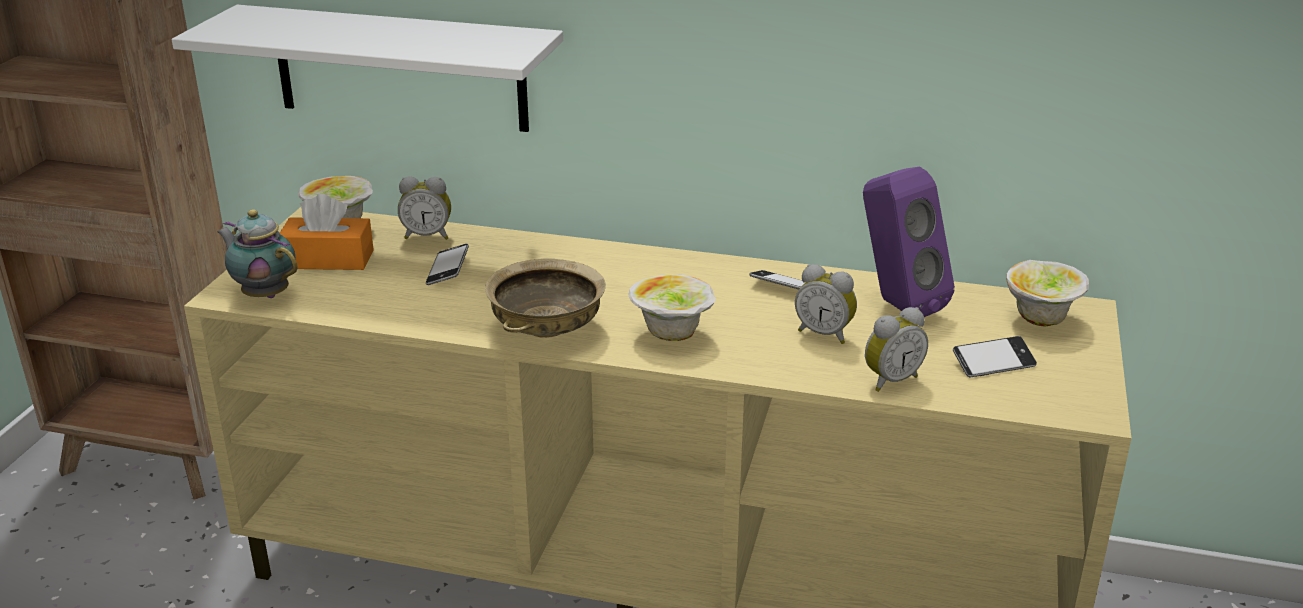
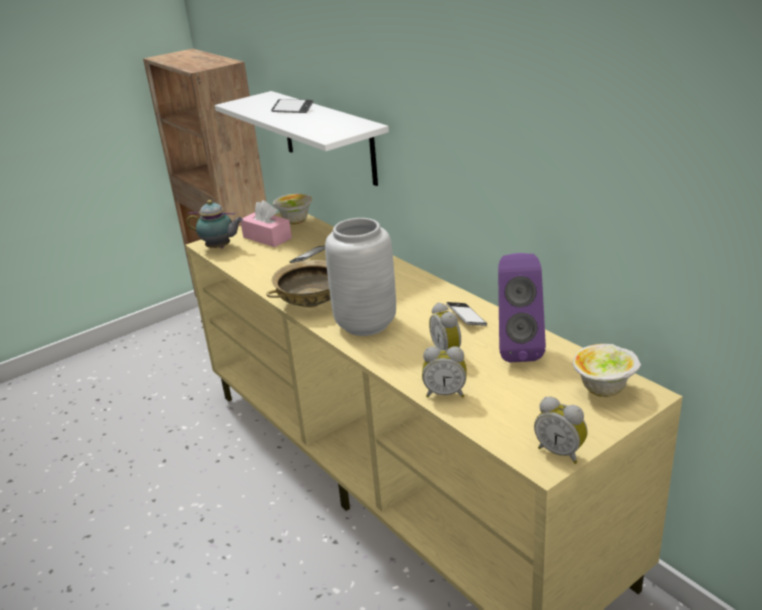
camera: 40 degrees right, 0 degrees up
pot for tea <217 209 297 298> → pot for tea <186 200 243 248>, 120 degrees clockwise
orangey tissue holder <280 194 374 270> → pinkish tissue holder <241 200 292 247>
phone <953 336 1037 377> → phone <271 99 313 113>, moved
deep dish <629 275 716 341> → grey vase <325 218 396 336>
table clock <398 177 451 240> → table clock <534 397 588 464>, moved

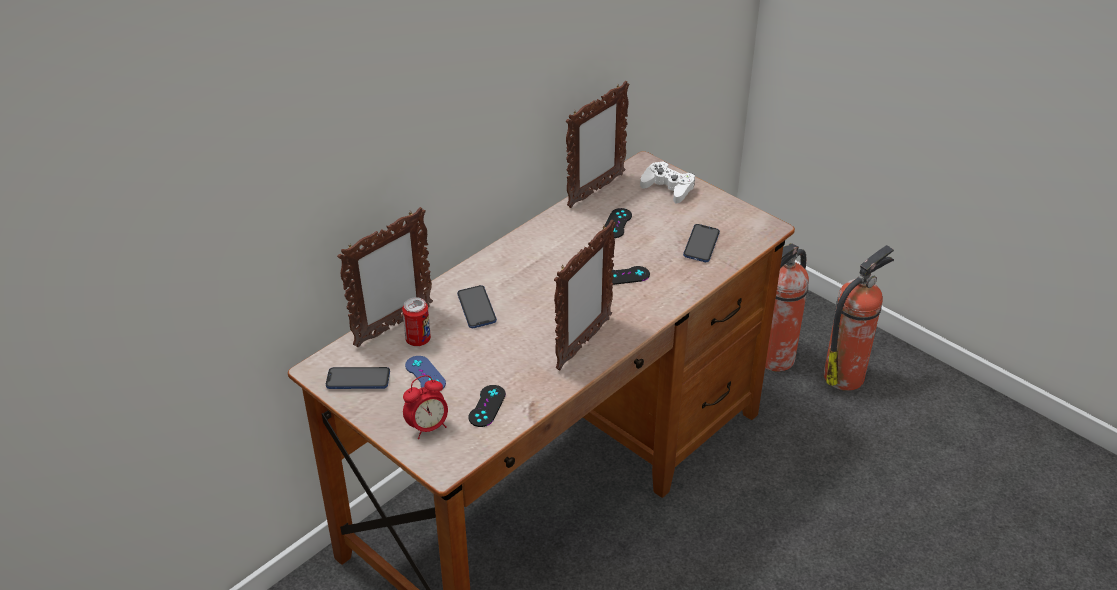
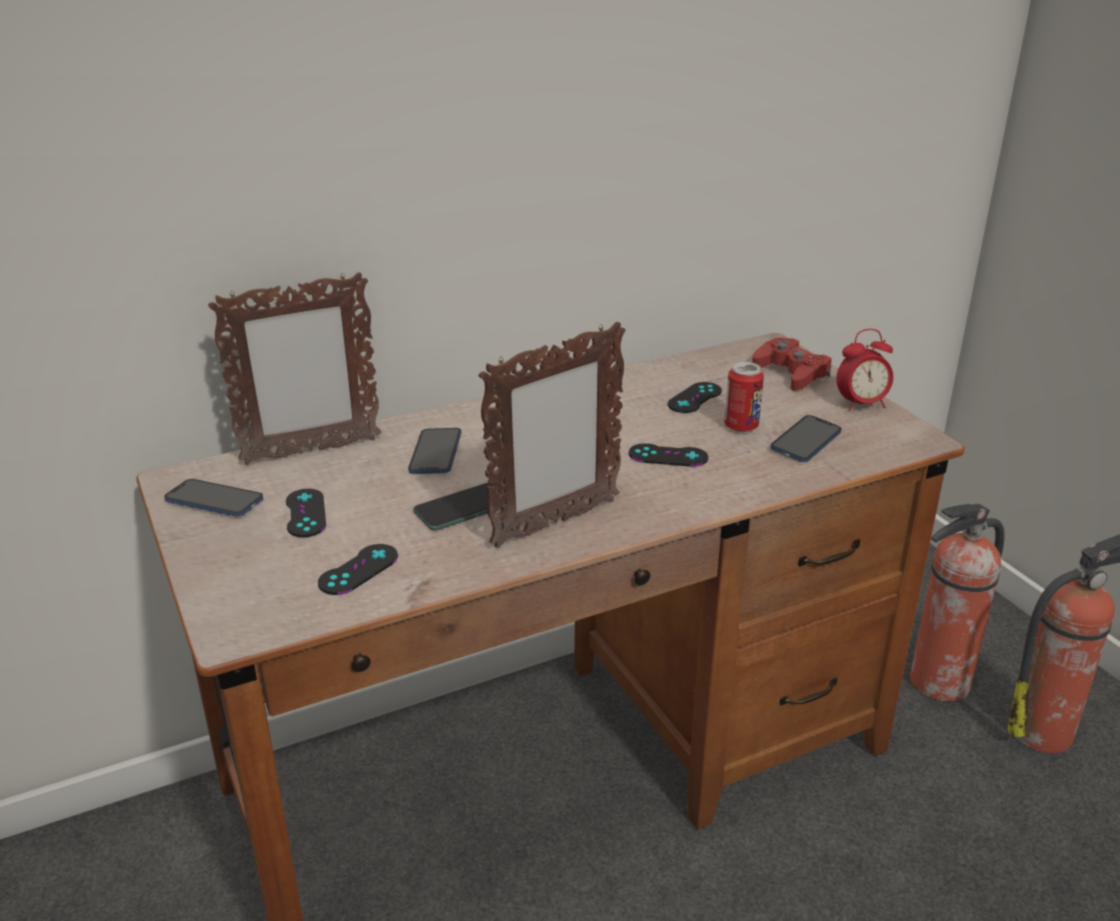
camera: 20 degrees right, 10 degrees down
bluish joypad <405 356 446 389> → black joypad <286 489 326 537>
- → phone <413 482 503 531>
sealed can <402 297 431 346> → sealed can <724 362 764 432>, moved
whitish joypad <640 161 695 203> → red-coloured joypad <752 337 832 391>
table clock <403 375 448 439> → table clock <836 329 893 411>, moved
photo frame <566 81 629 208> → -

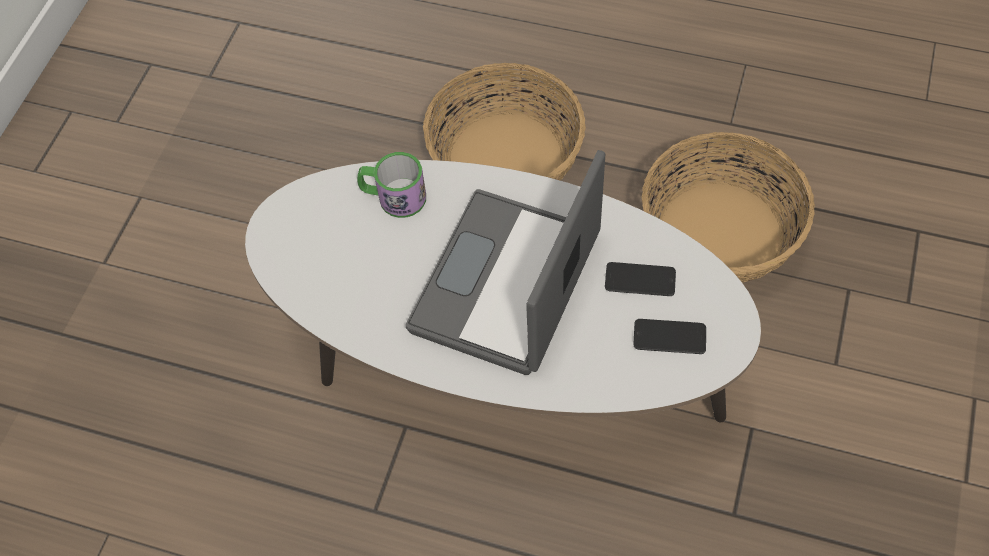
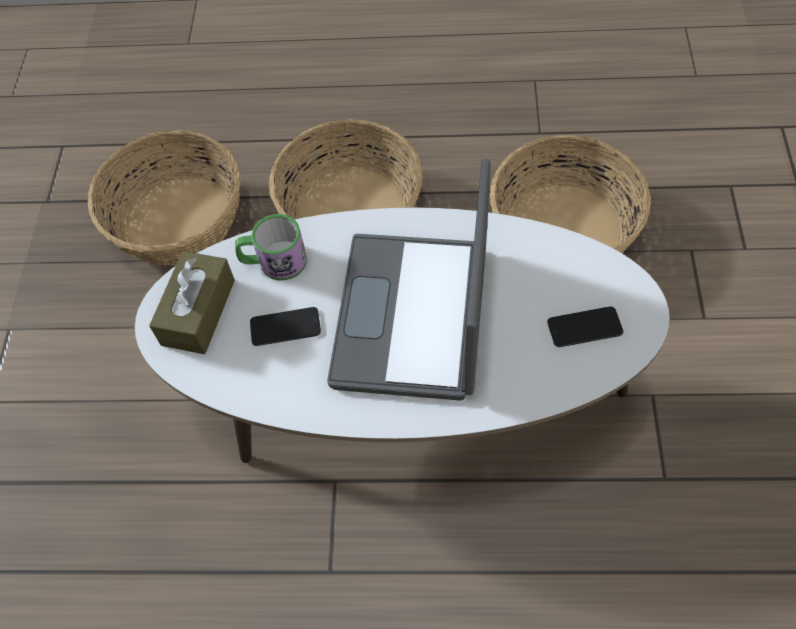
camera: 15 degrees left, 0 degrees up
- → basket <88 130 241 265>
- → brown tissue holder <149 251 235 354>
phone <605 262 676 296> → phone <250 307 321 346>, moved

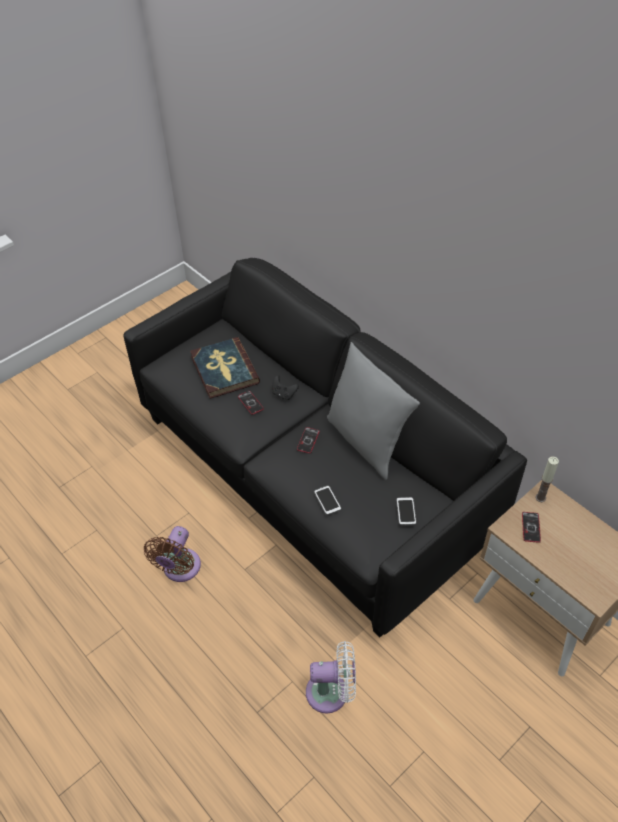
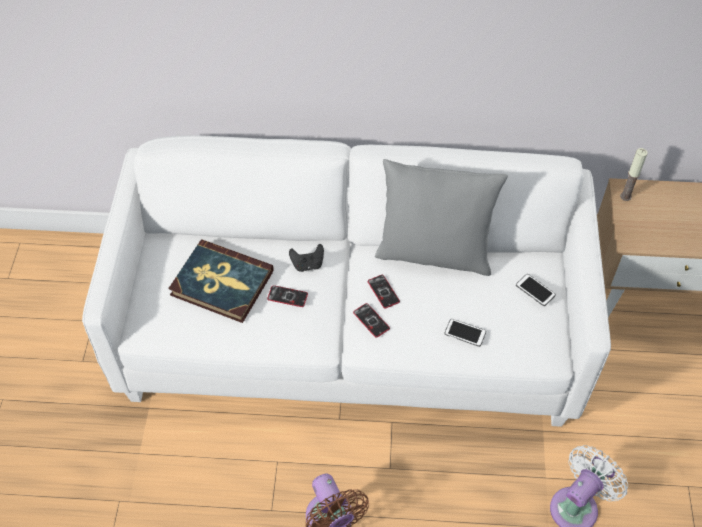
camera: 45 degrees left, 5 degrees up
black sofa <123 258 527 637> → whitish sofa <82 135 611 427>
phone <522 512 541 543> → phone <353 303 390 338>, moved

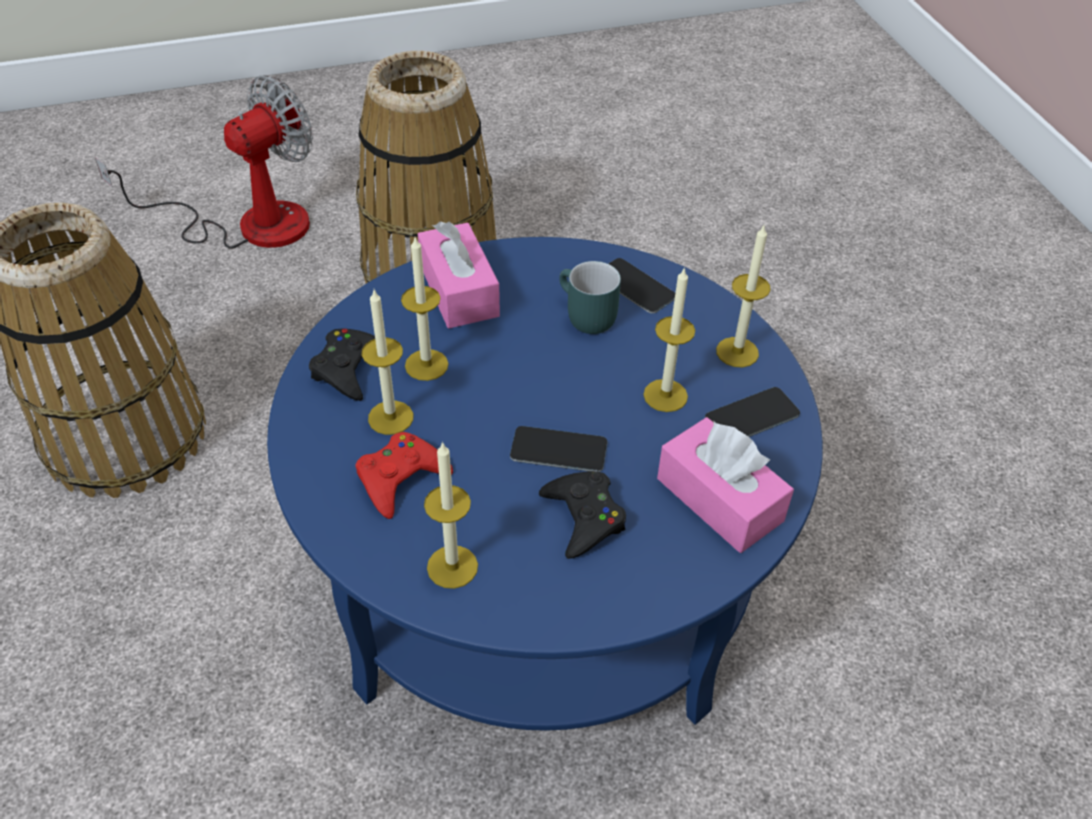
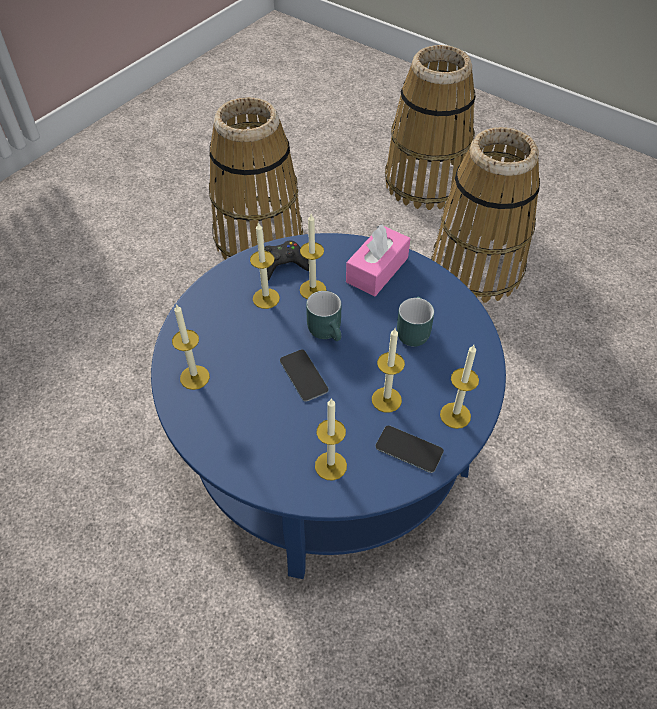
camera: 55 degrees right, 5 degrees up
- → turquoise-coloured coffee mug <306 291 341 341>
pinkish tissue holder <657 417 794 553> → candle <315 398 347 480>
cooling fan <95 75 313 249> → basket <385 45 476 210>
red-coloured joypad <355 432 453 519> → -
black joypad <539 471 626 559> → -
phone <609 258 675 314> → -

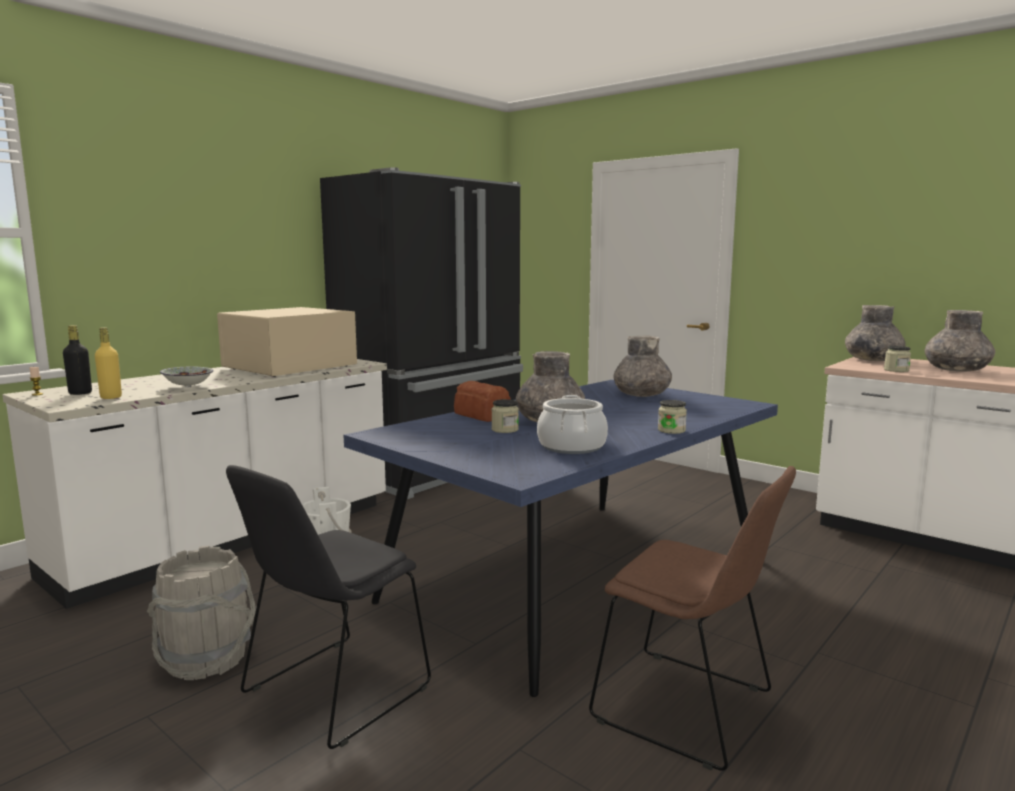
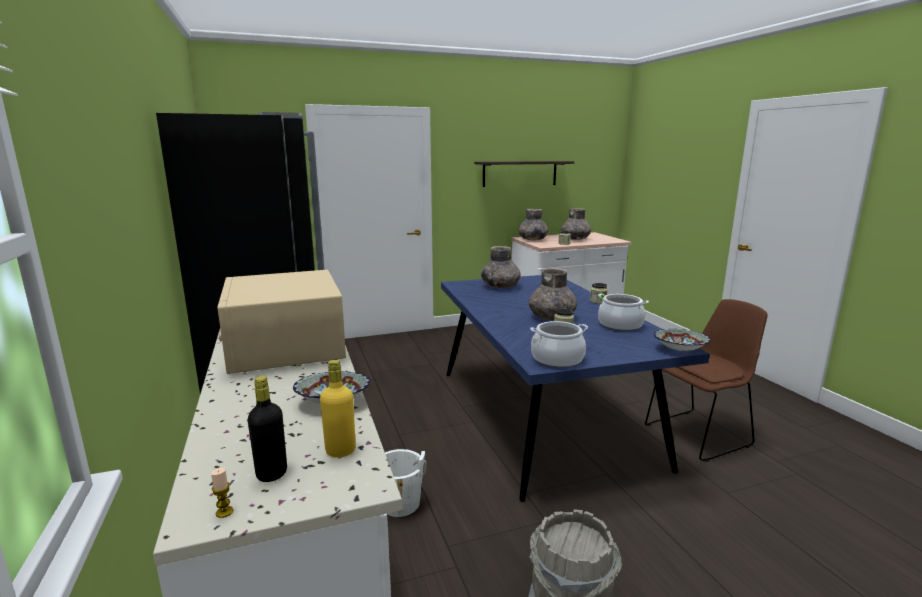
camera: 60 degrees left, 5 degrees up
- → bracket shelf <474 161 574 187>
- → stockpot <530 321 588 368>
- → deep dish <654 329 711 351>
black upright chair <226 465 431 749> → -
bread <454 381 511 422> → -

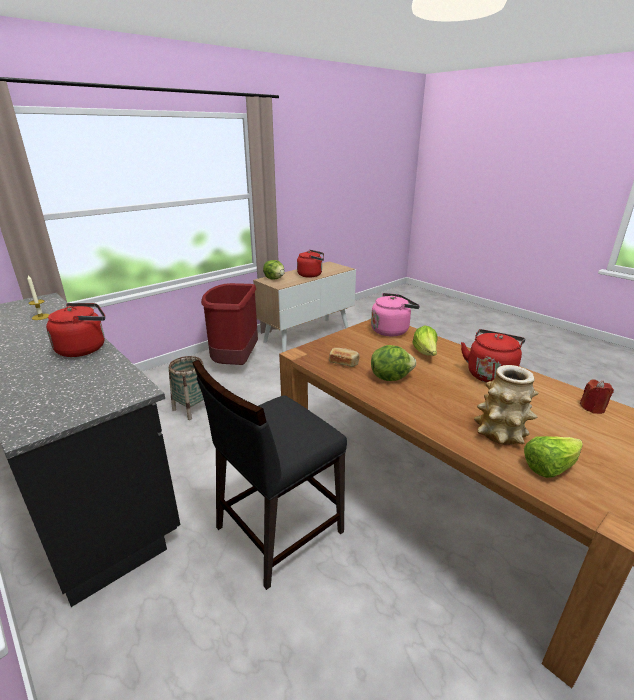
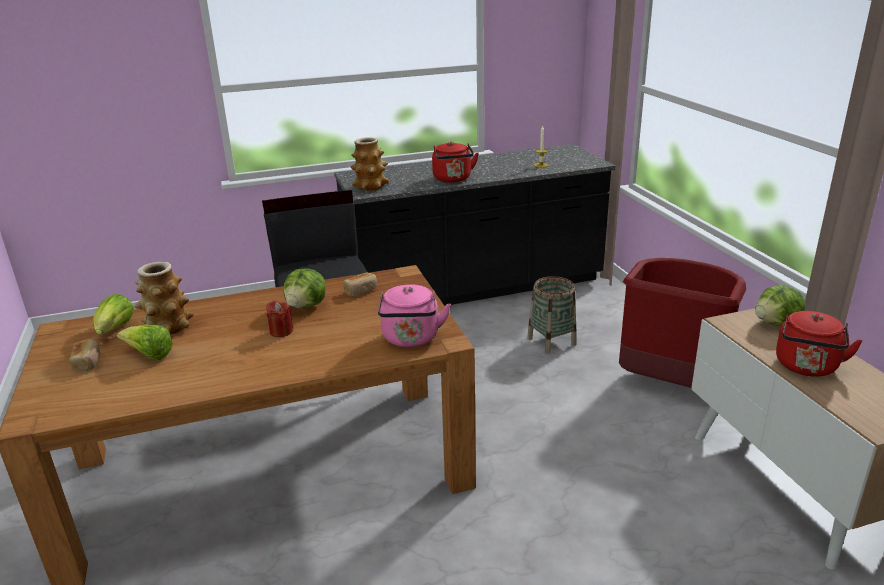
camera: 115 degrees right, 0 degrees up
- → bread <69 339 100 371>
head of lettuce <413 325 438 356> → head of lettuce <117 325 173 360>, moved
red-coloured candle <580 379 614 414> → red-coloured candle <266 301 293 337>, moved
- → vase <351 137 389 191>
red-coloured water kettle <461 329 525 383> → -

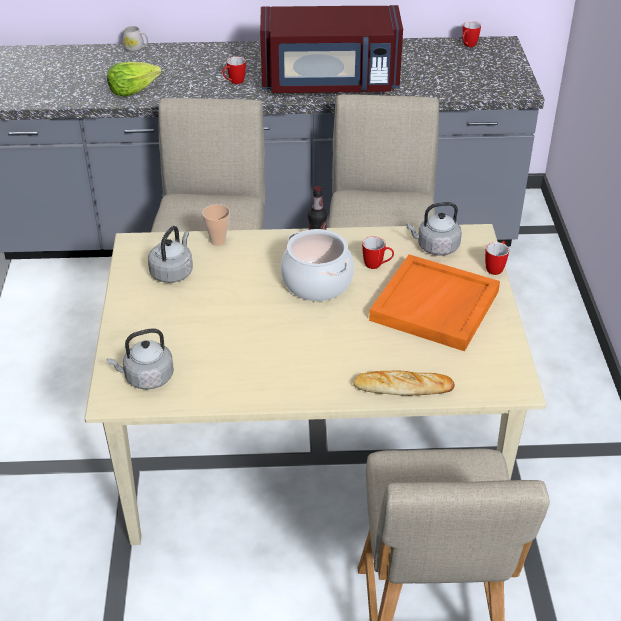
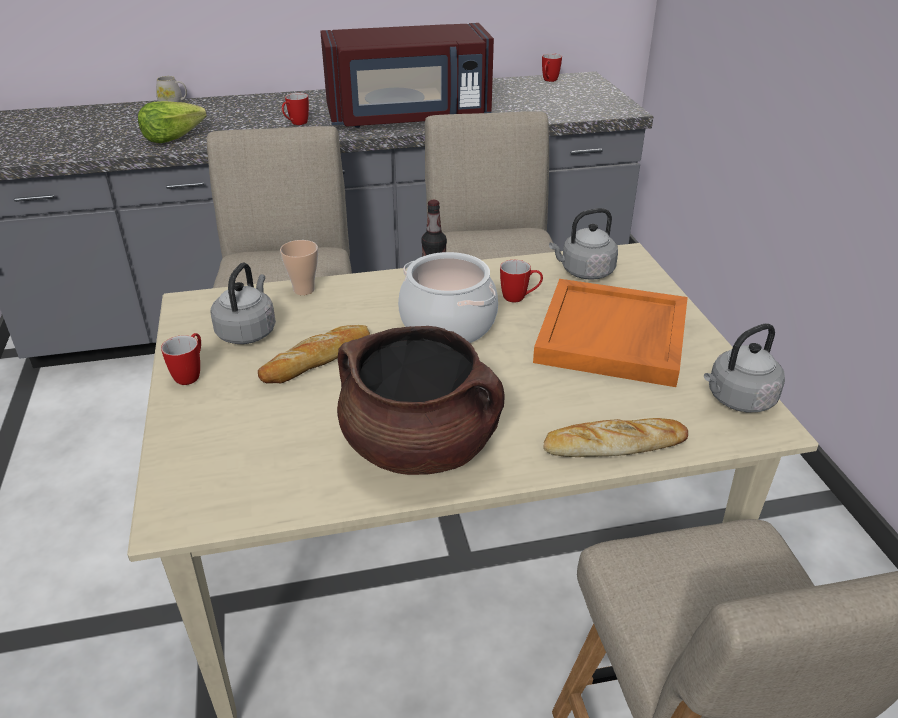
camera: 10 degrees left, 5 degrees down
coffee mug <485 241 509 275> → coffee mug <161 333 201 385>, moved
- → bread <258 325 370 383>
- → brown stockpot <337 326 505 475>
grey water kettle <107 329 174 390> → grey water kettle <704 324 785 412>, moved

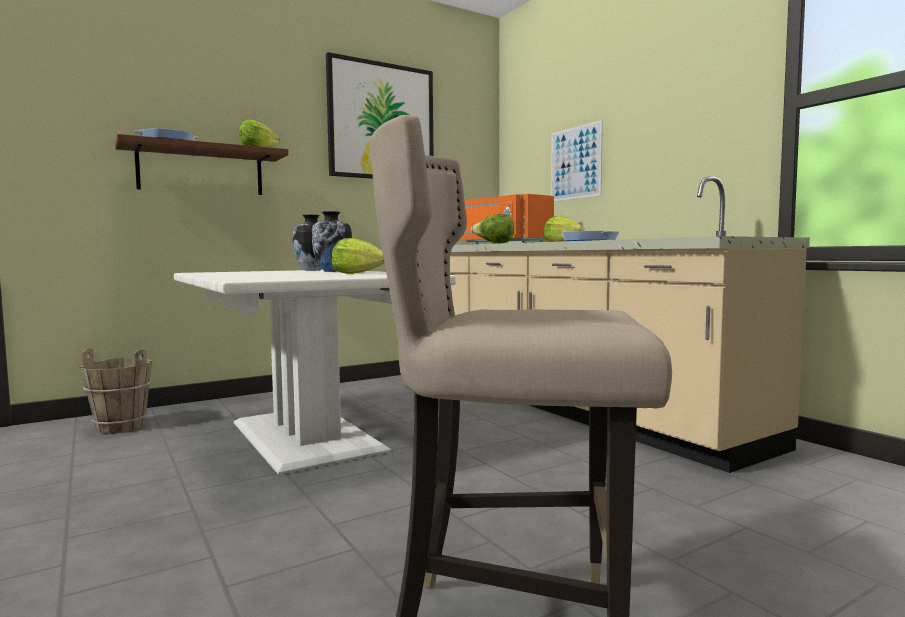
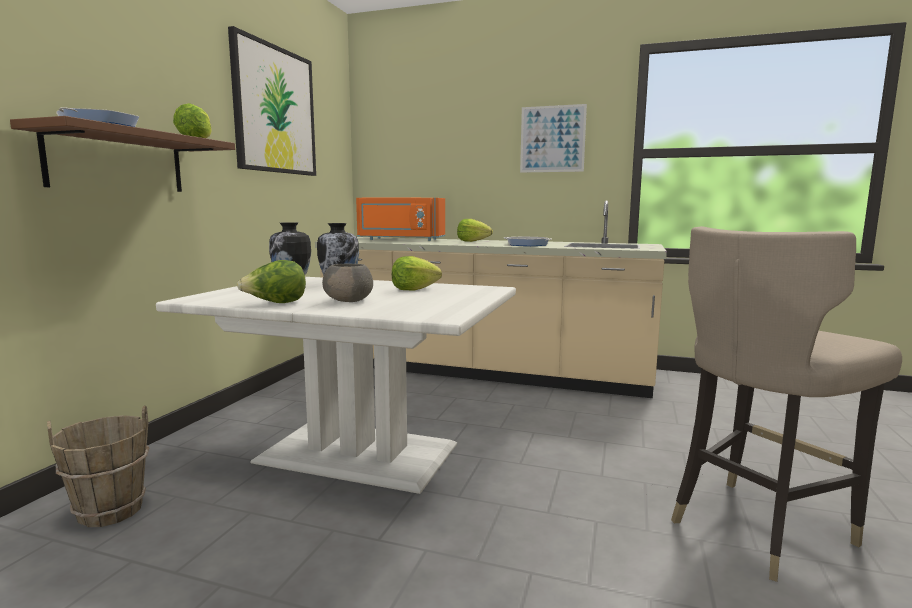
camera: 40 degrees left, 5 degrees up
head of lettuce <471 214 514 243> → head of lettuce <237 260 306 303>, moved
- → grey deep dish <322 264 373 302>
wall picture <551 120 603 201> → wall picture <520 104 587 173>, moved

